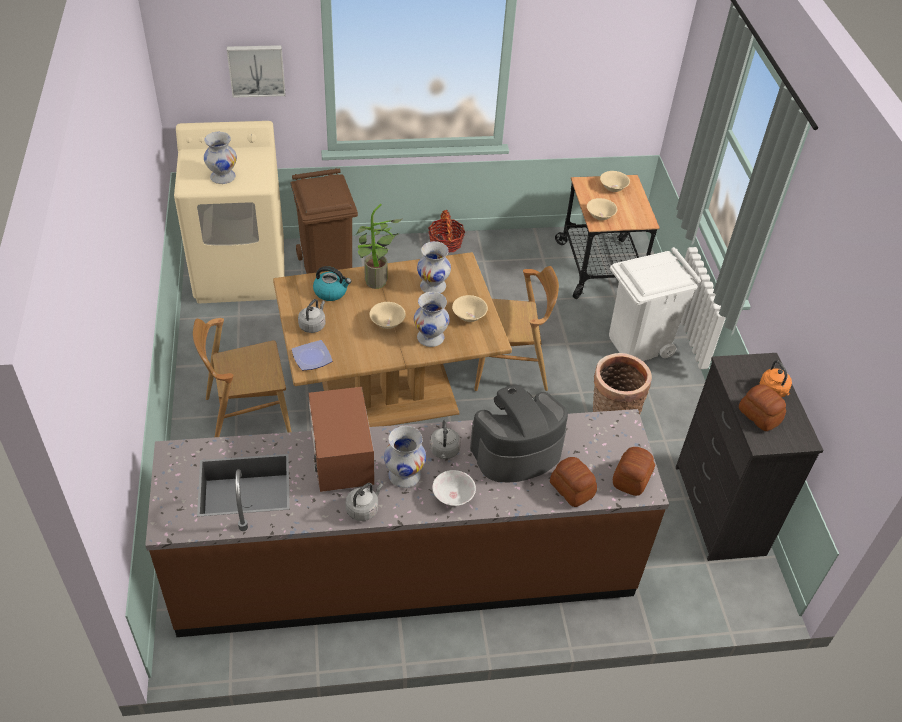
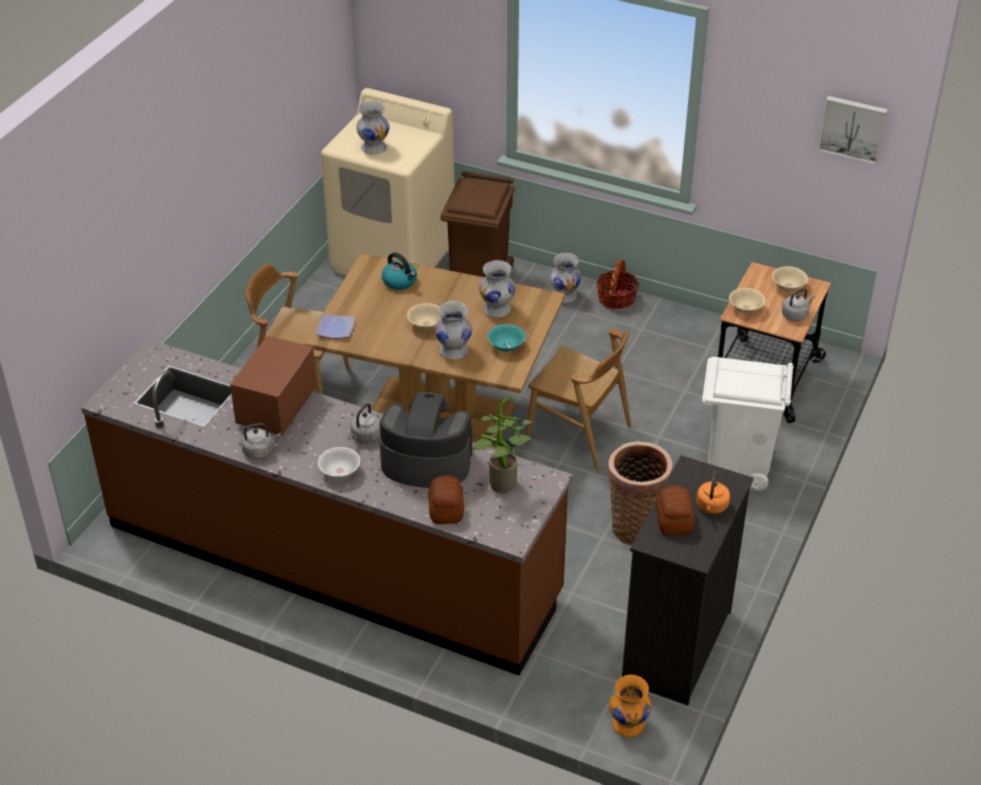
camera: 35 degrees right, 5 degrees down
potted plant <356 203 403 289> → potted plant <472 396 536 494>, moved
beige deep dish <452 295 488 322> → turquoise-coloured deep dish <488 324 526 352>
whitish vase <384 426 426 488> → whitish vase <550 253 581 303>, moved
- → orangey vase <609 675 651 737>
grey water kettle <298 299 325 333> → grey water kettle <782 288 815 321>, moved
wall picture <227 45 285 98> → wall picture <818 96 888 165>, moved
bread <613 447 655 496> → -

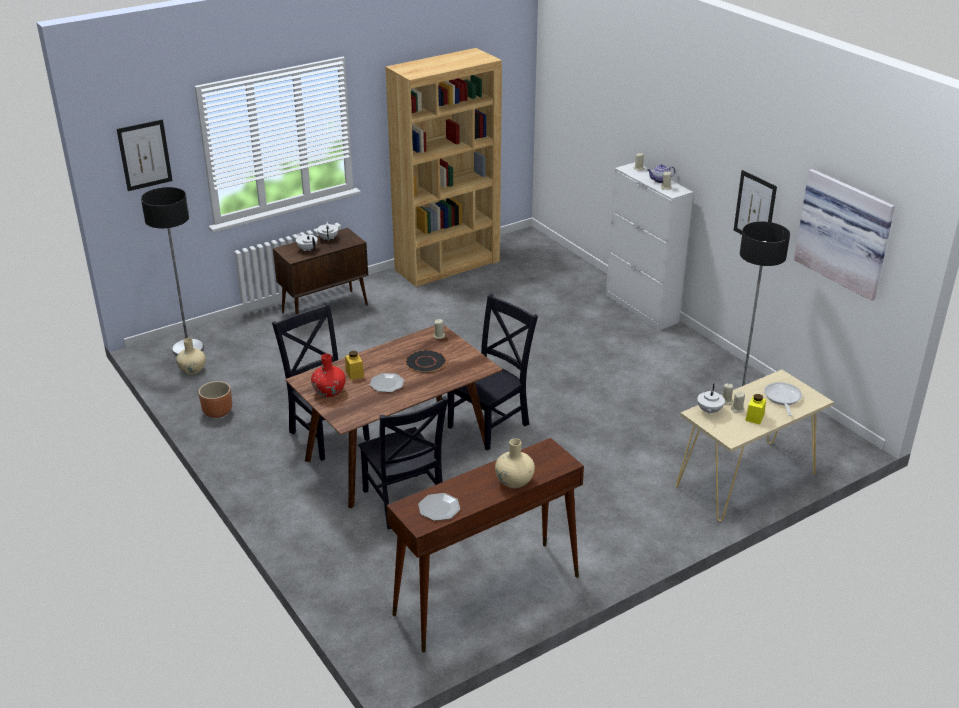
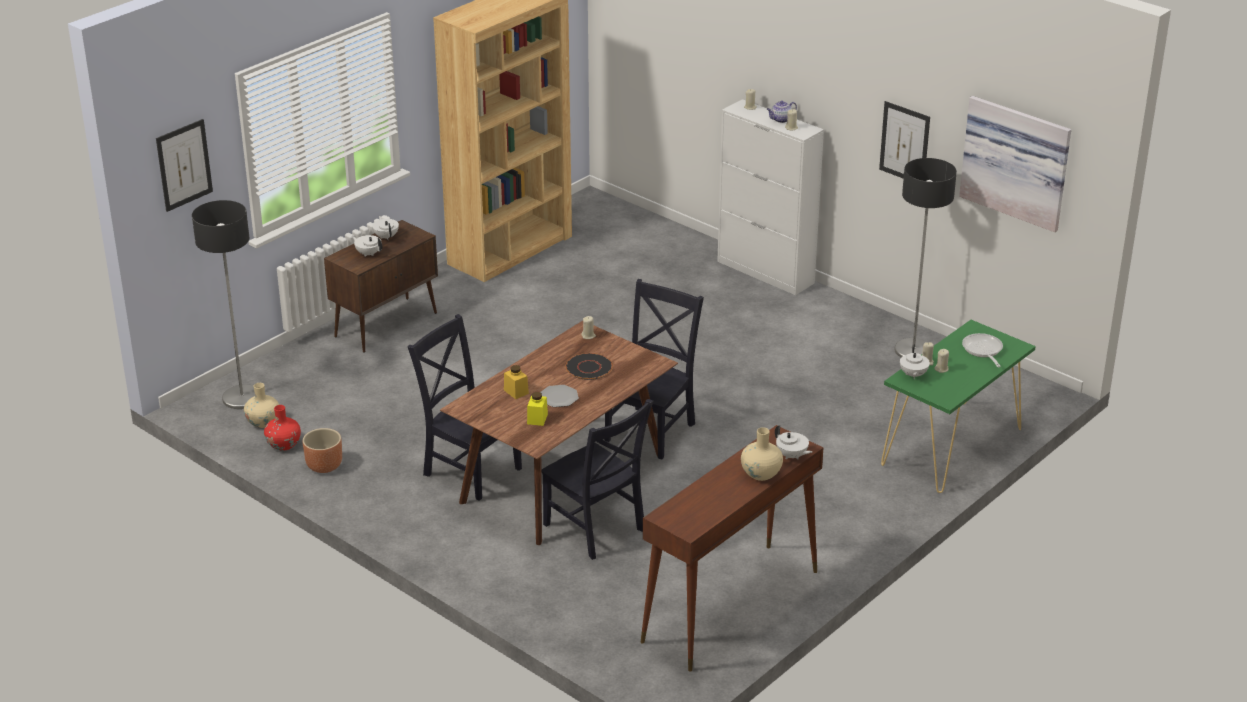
camera: 15 degrees left, 0 degrees up
red-coloured vase <311 354 345 397> → red-coloured vase <264 405 301 451>, moved
yellowish jar <745 394 766 425> → yellowish jar <527 392 548 426>, moved
- → whitish pot for tea <775 425 812 459>
beige console table <676 369 834 522> → green-coloured console table <881 320 1036 493>
plate <418 493 460 521> → -

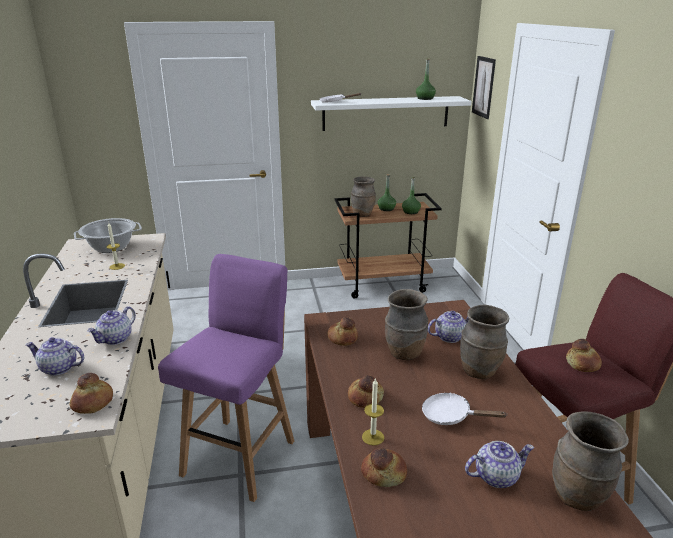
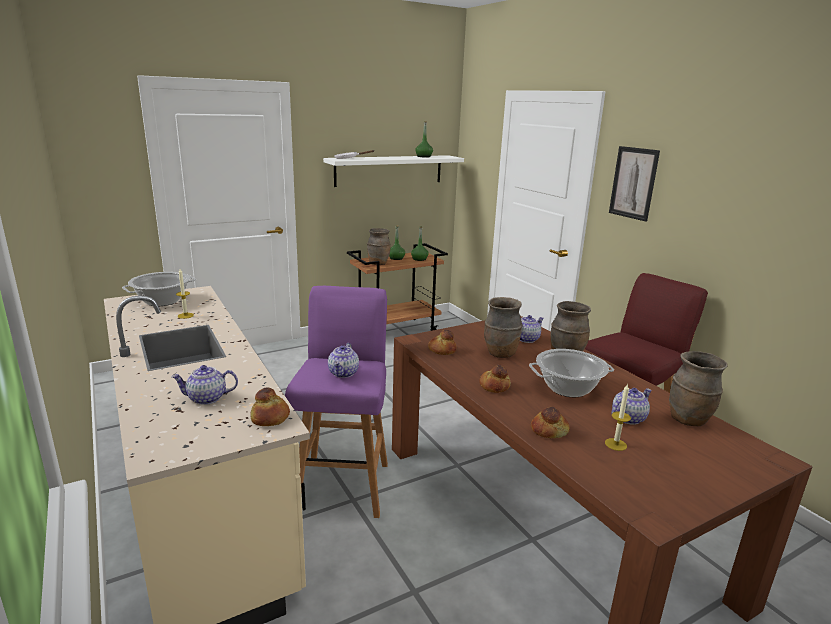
camera: 20 degrees left, 5 degrees down
pot for tea <87 306 136 345> → pot for tea <328 343 359 378>, moved
whitish frying pan <422 392 508 425> → stockpot <529 349 614 397>
candle <362 379 384 446> → candle <605 383 631 451>, moved
wall picture <472 56 496 119> → wall picture <609 146 660 222>, moved
bread <566 339 602 372> → -

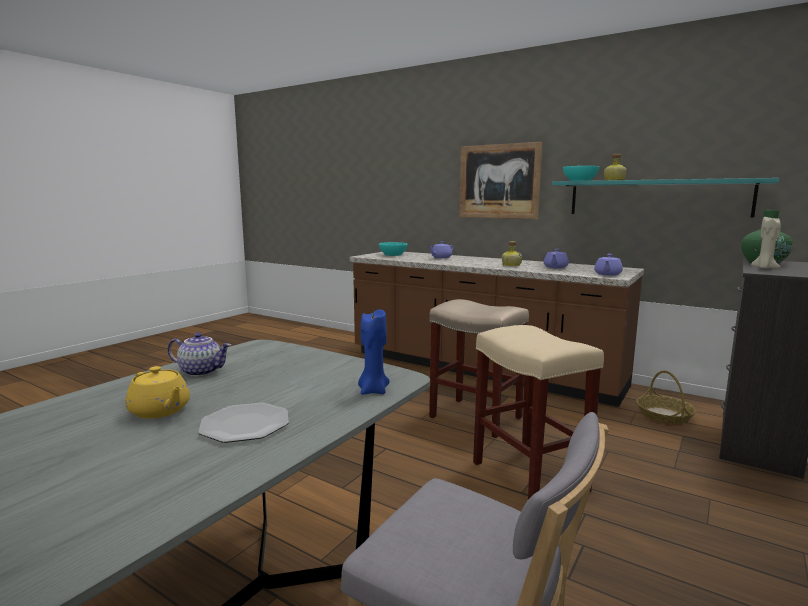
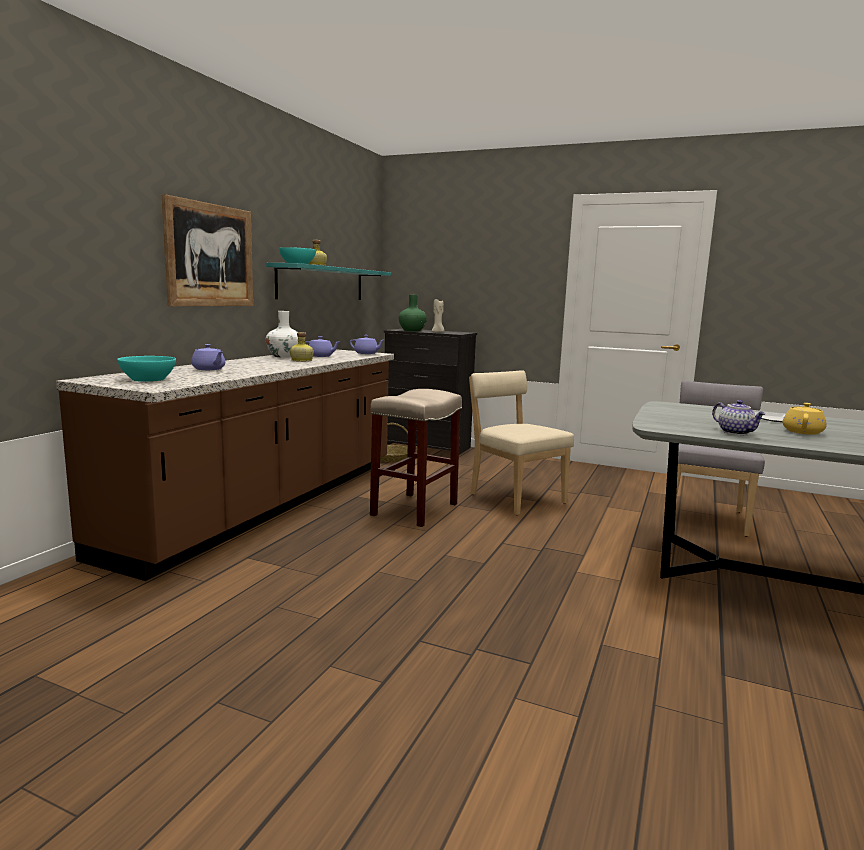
camera: 100 degrees left, 0 degrees up
- → whitish vase <266 311 298 358>
beige stool <473 325 604 500> → beige upright chair <469 370 574 515>
pot for tea <167 332 231 377> → pot for tea <712 400 766 435>, 150 degrees clockwise
bluish candle <358 309 390 395> → -

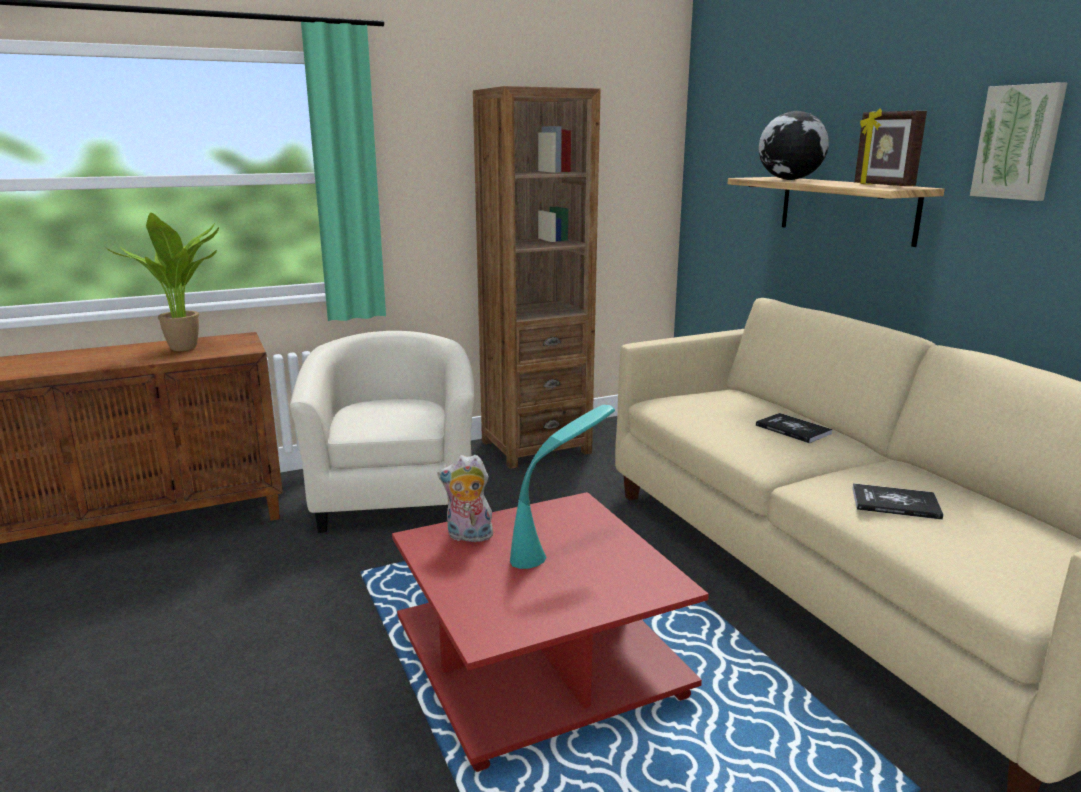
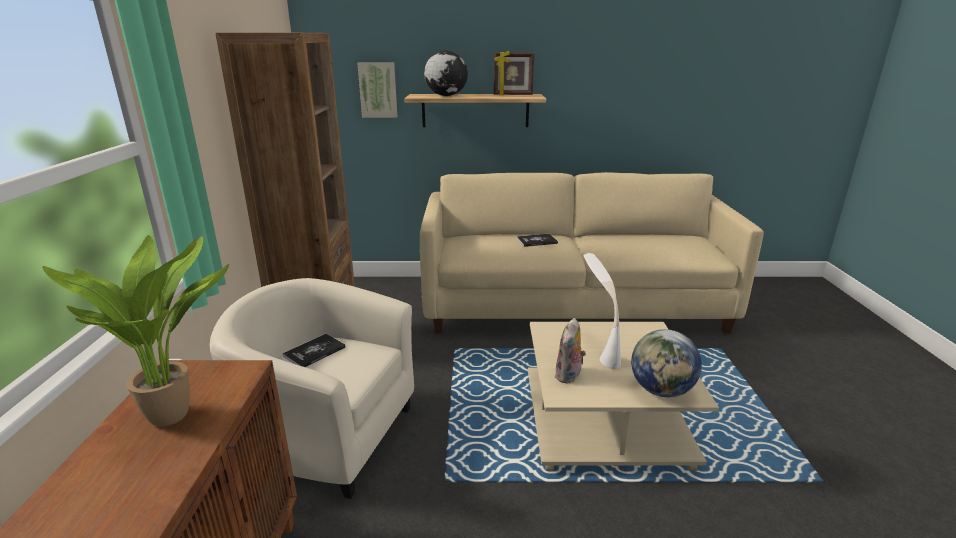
camera: 65 degrees left, 5 degrees up
book <852 483 943 520> → book <282 334 345 367>, moved
wall picture <970 82 1067 201> → wall picture <358 62 397 118>, moved
red-coloured coffee table <392 492 709 772> → beige coffee table <528 322 719 471>
turquoise-coloured tabletop lamp <510 405 615 569> → whitish tabletop lamp <584 253 621 369>
- → world globe <631 329 702 397>

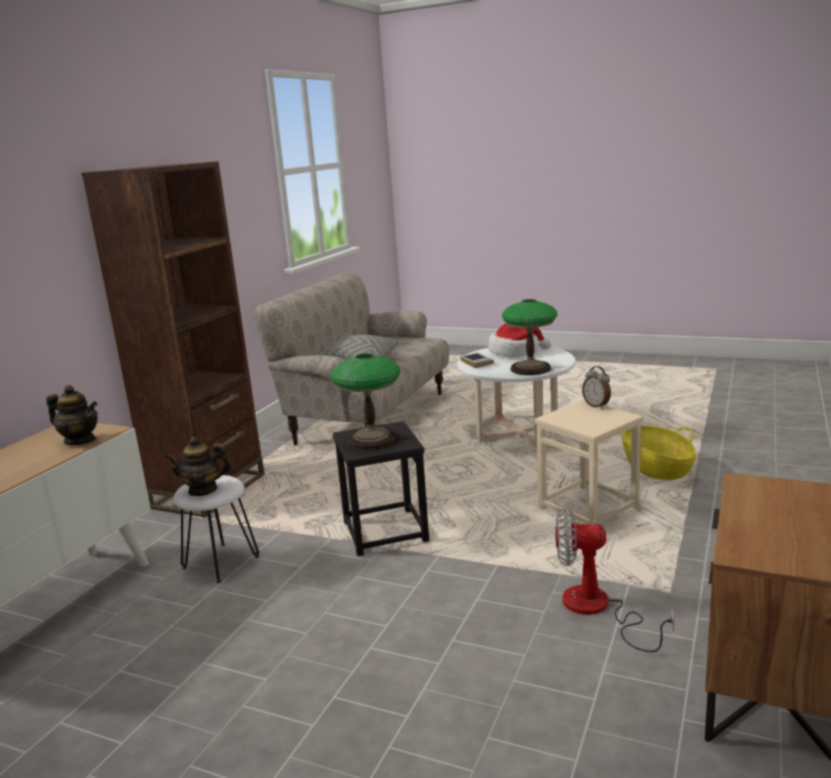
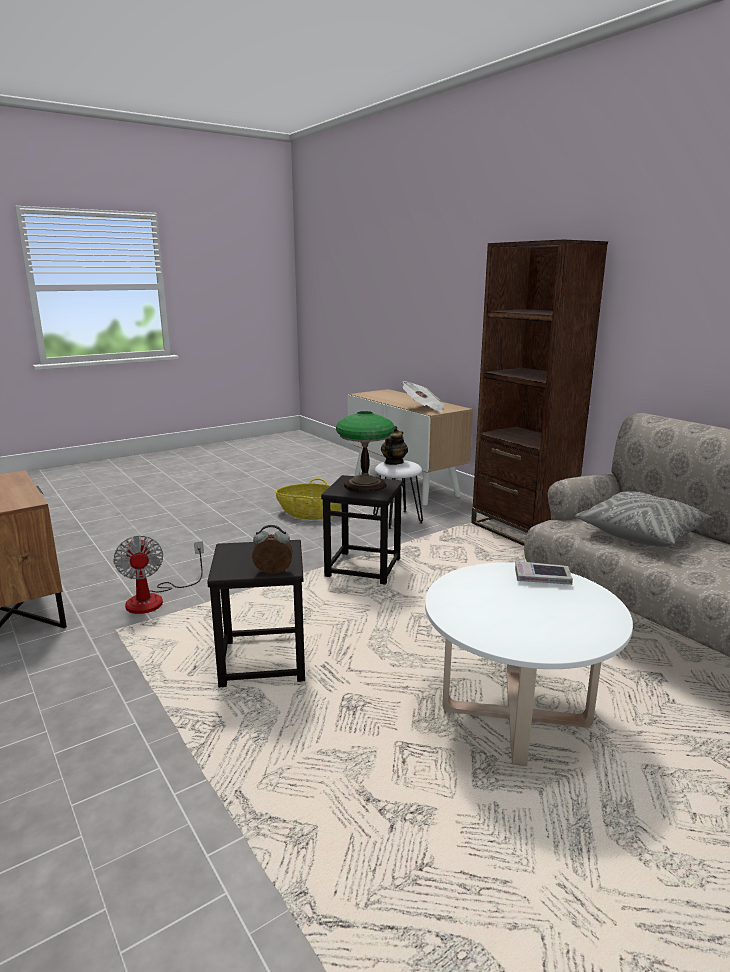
camera: 120 degrees right, 0 degrees up
cooling fan <555 508 675 652> → cooling fan <113 536 204 614>, 120 degrees clockwise
beige stool <535 400 643 524> → black stool <207 540 305 687>
basket <622 425 696 480> → basket <276 478 342 520>, moved
pot for tea <46 385 98 445> → newspaper <403 381 444 412>
clothing hat <488 324 551 357> → -
tabletop lamp <502 299 558 375> → -

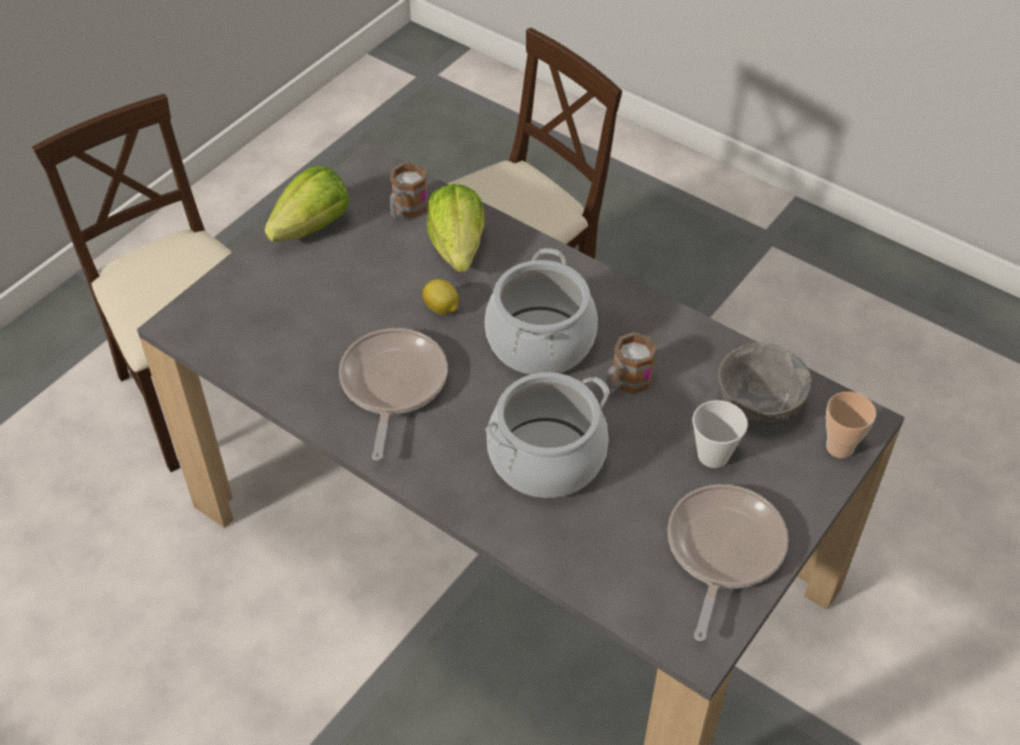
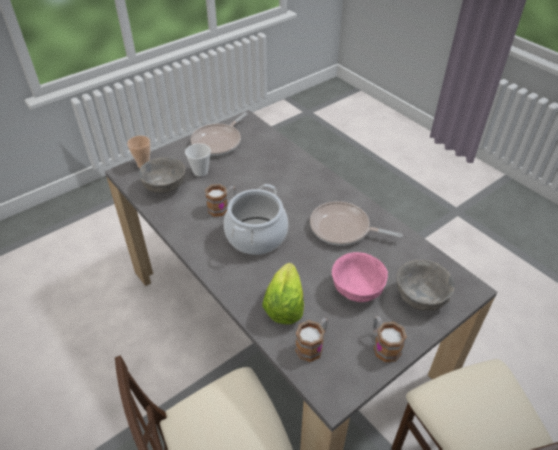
camera: 165 degrees left, 5 degrees down
frying pan <339 328 448 461> → frying pan <310 201 403 246>, 90 degrees clockwise
- → pinkish deep dish <332 252 388 302>
head of lettuce <264 166 349 242> → coffee mug <373 316 407 363>
- → grey deep dish <397 260 455 311>
citrus fruit <423 279 459 315> → -
stockpot <486 372 610 498> → -

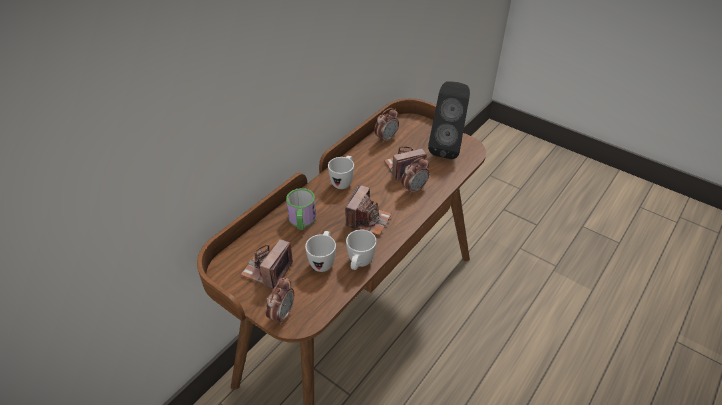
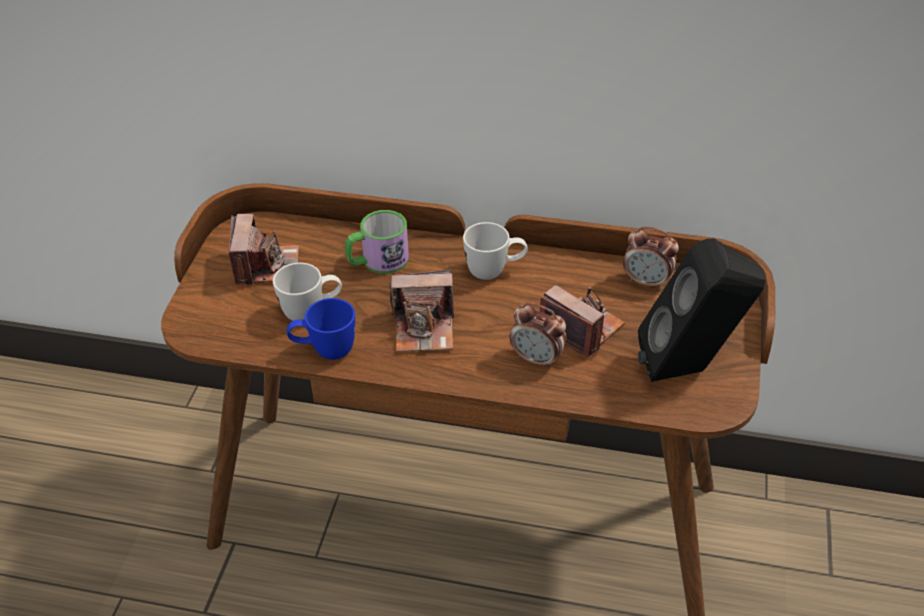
camera: 65 degrees right, 0 degrees up
still camera <241 239 293 288> → still camera <228 214 299 287>, 90 degrees clockwise
whitish coffee mug <346 229 377 270> → bluish coffee mug <287 298 355 360>
table clock <265 276 294 325> → -

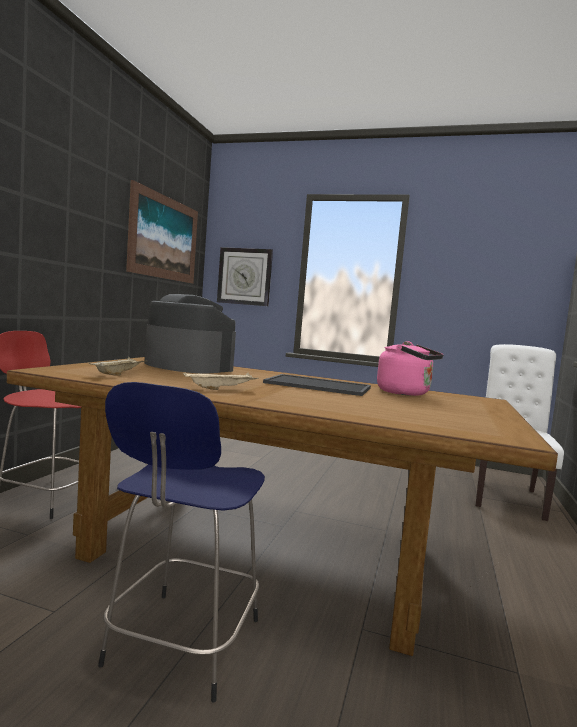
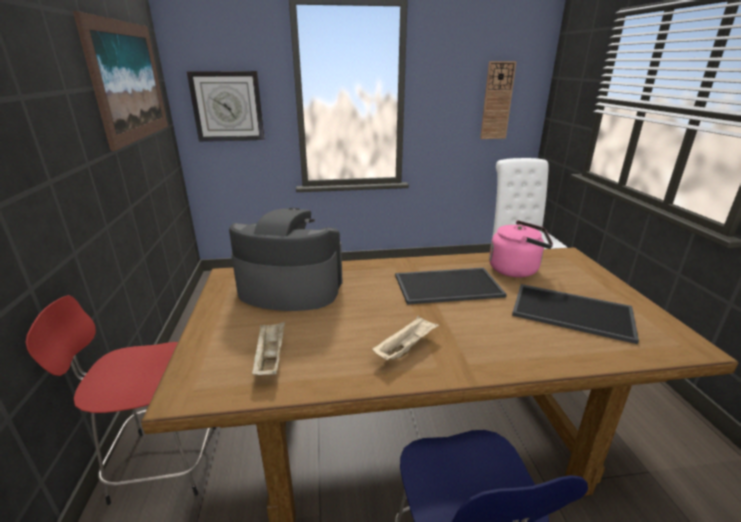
camera: 25 degrees left, 20 degrees up
- → hanging clock <480 61 517 139>
- → carrying tray <512 284 639 344>

